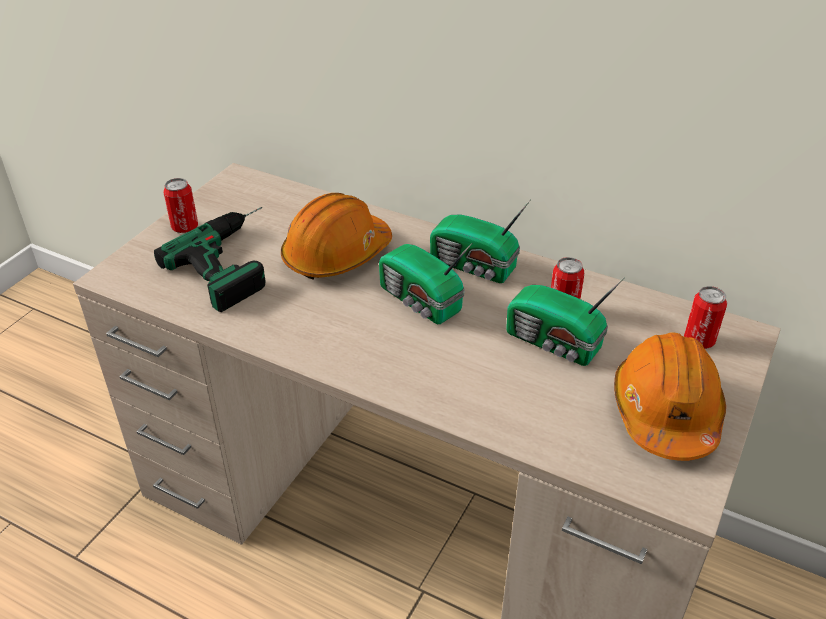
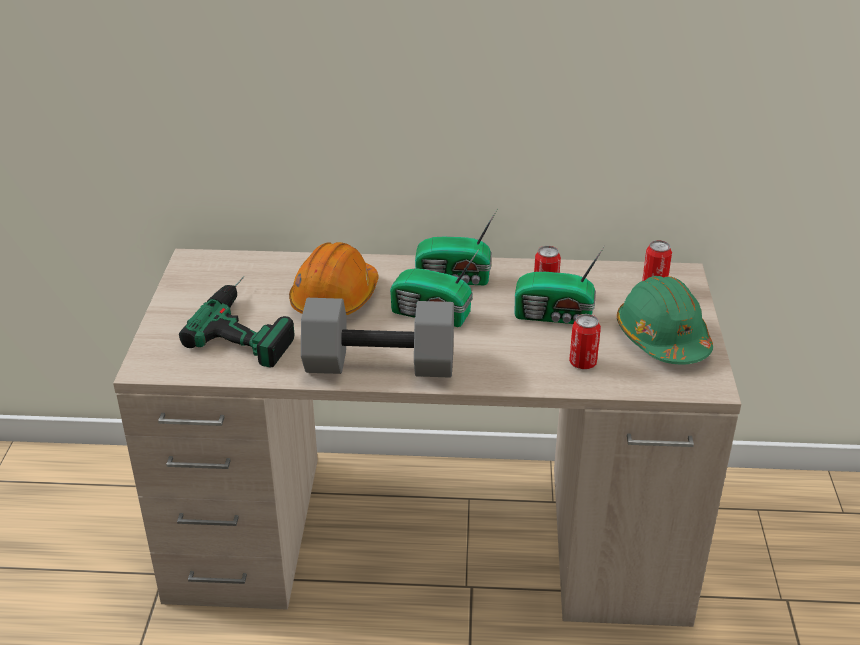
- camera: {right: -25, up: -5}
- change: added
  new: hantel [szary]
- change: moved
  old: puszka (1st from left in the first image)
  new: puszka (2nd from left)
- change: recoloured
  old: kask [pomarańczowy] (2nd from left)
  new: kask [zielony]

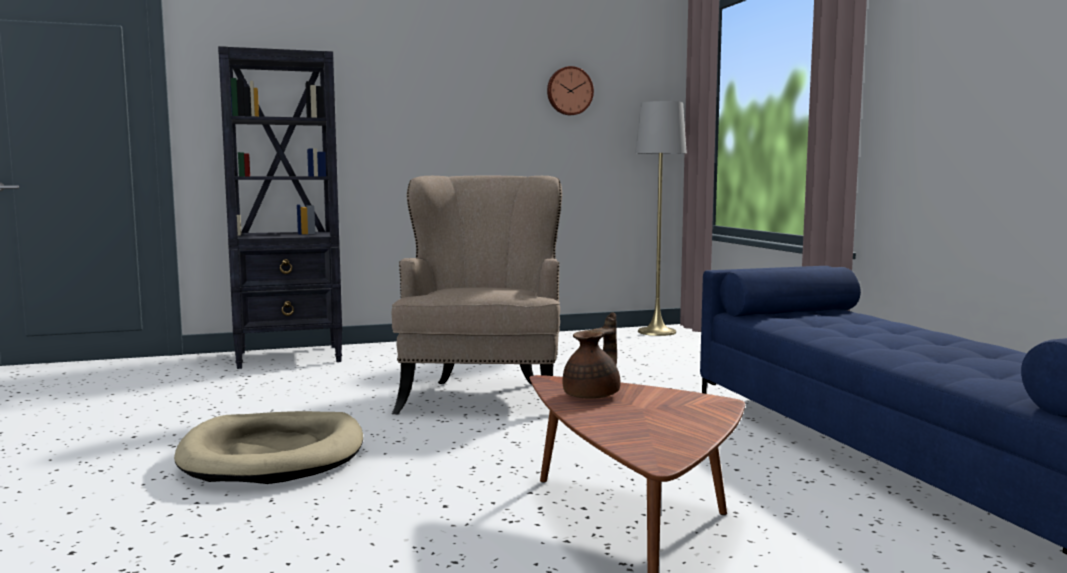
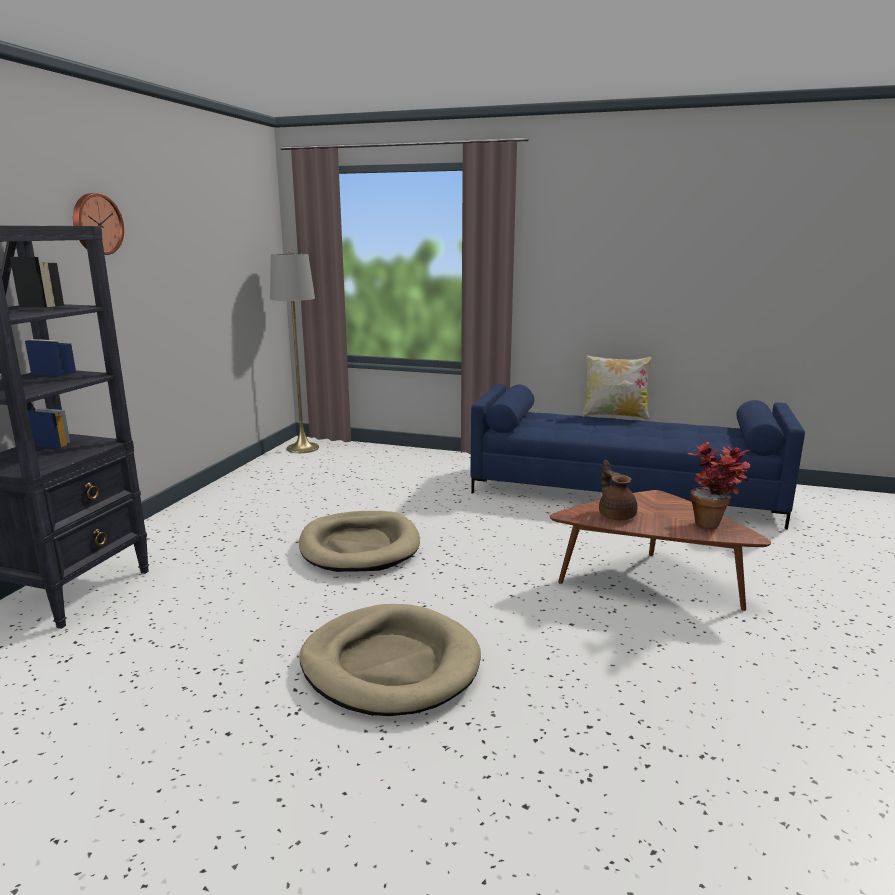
- camera: {right: -55, up: 10}
- change: added
  new: poduszka
- change: added
  new: roślina doniczkowa
- change: moved
  old: zegar ścienny
- change: replaced
  old: fotel [beżowy]
  new: legowisko [beżowy] (1st from left)

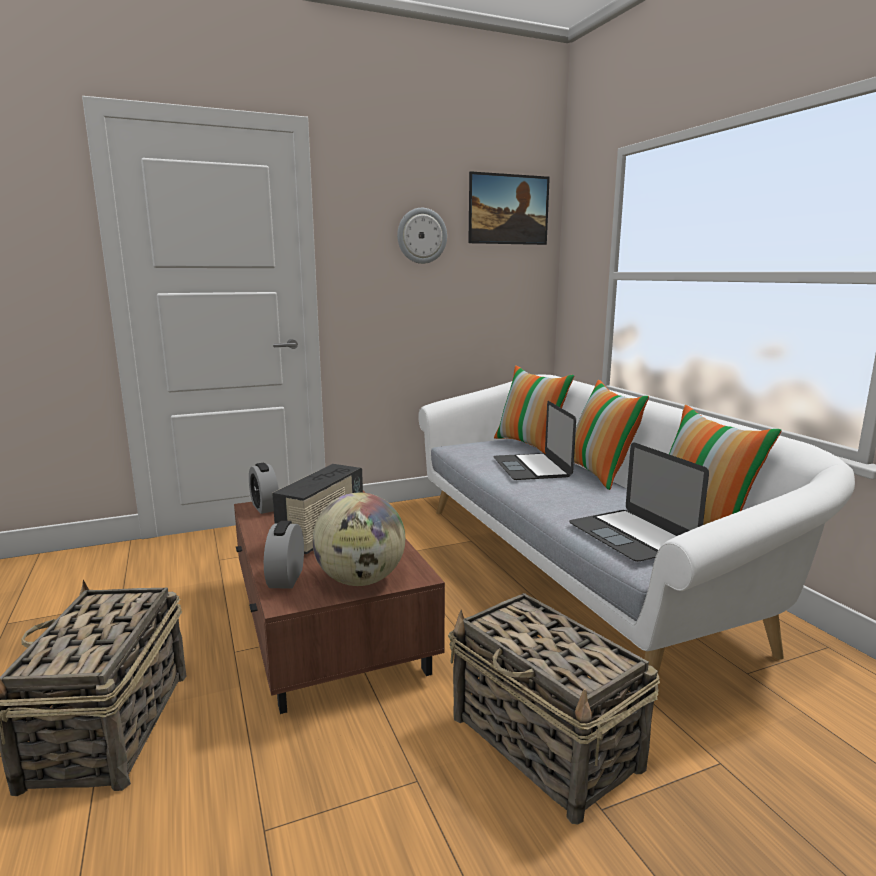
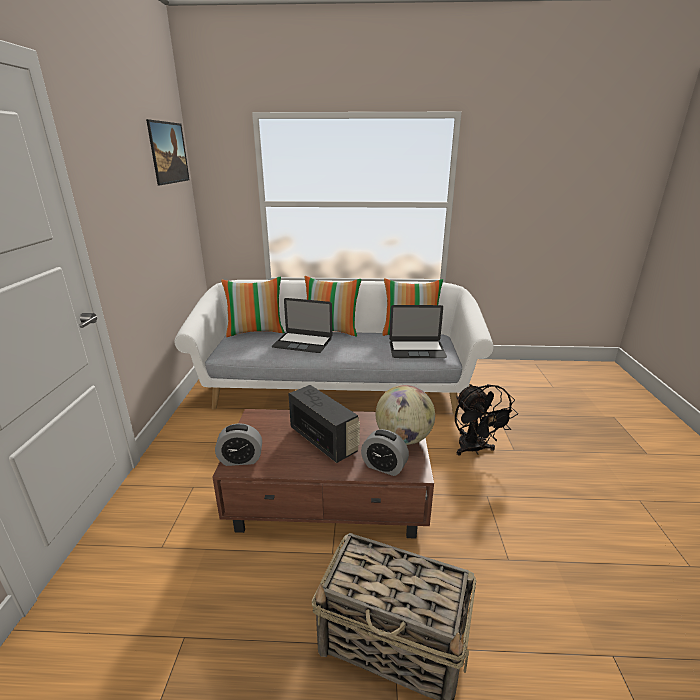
- camera: {right: -65, up: 10}
- change: removed
  old: zegar ścienny
- change: replaced
  old: koszyk (2nd from left)
  new: wentylator [czarny]

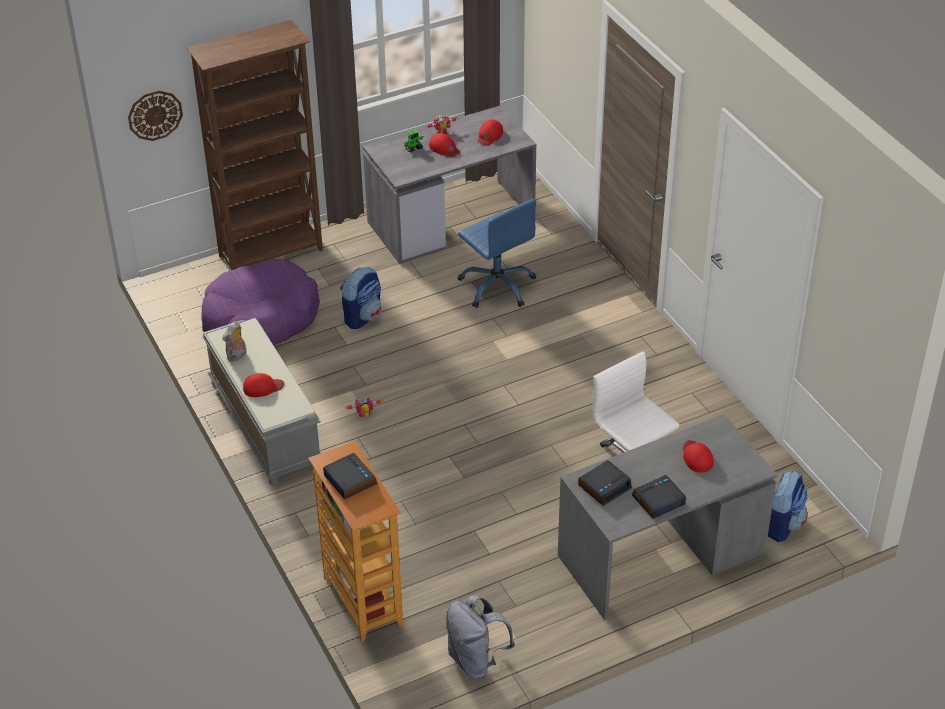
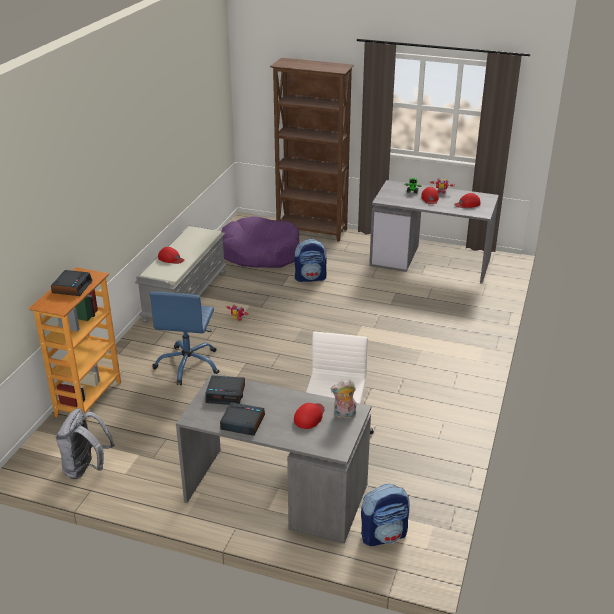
- camera: {right: 45, up: -10}
- change: removed
  old: zegar ścienny
- change: moved
  old: pluszak
- change: moved
  old: krzesło biurowe [niebieski]

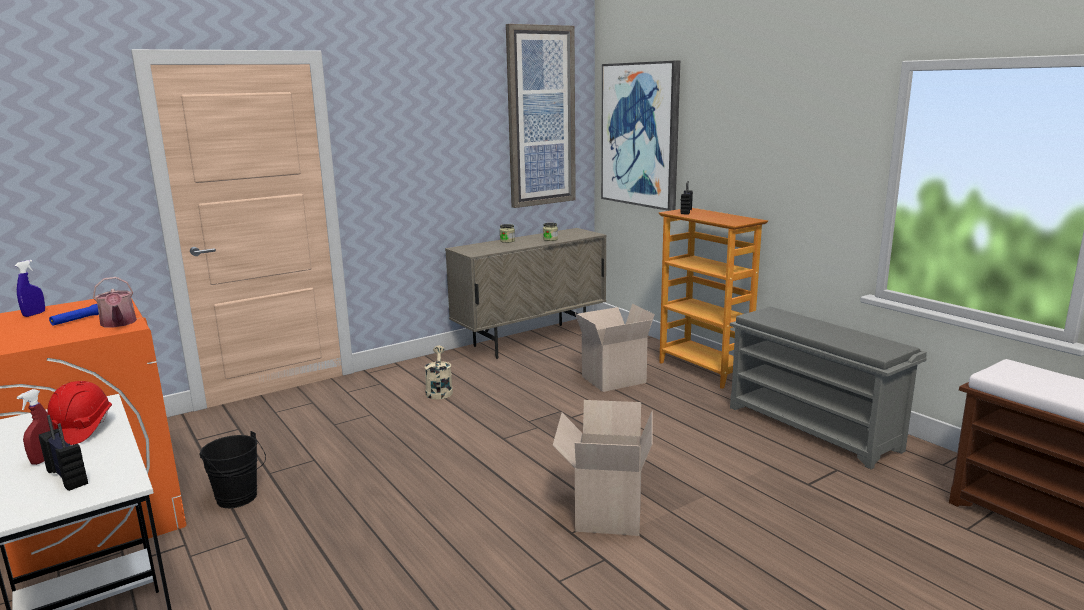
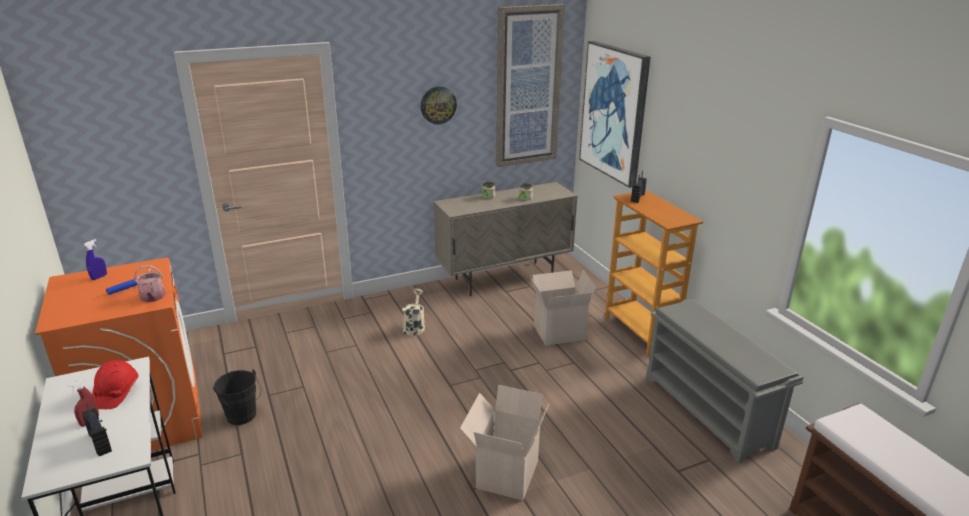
- camera: {right: 10, up: 10}
- change: added
  new: zegar ścienny

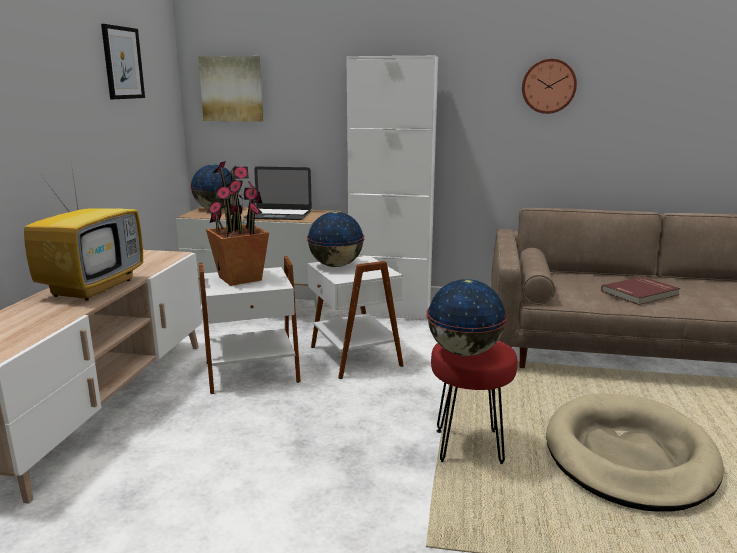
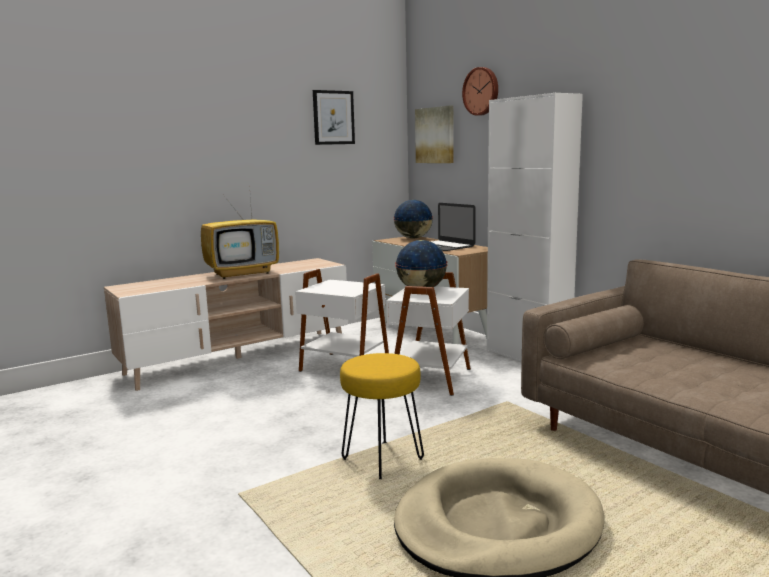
- camera: {right: 45, up: -5}
- change: removed
  old: roślina doniczkowa
- change: removed
  old: globus (3rd from left)
- change: removed
  old: książka [czerwony]
- change: moved
  old: zegar ścienny
- change: recoloured
  old: stołek [czerwony]
  new: stołek [żółty]

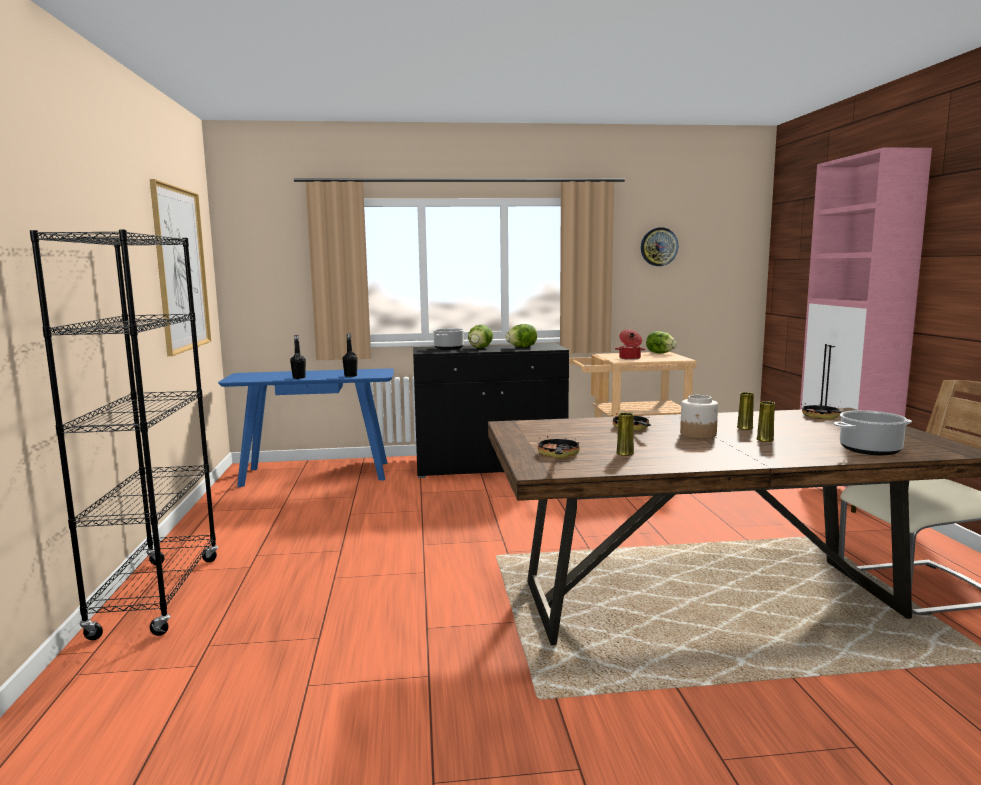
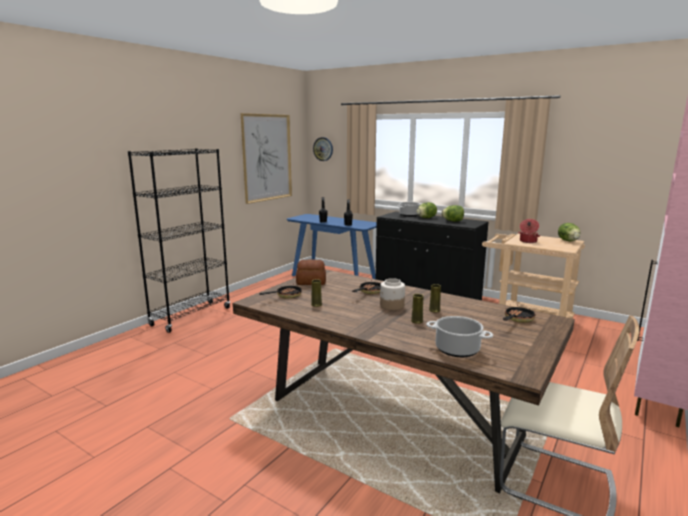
- camera: {right: 40, up: 5}
- change: added
  new: chleb
- change: moved
  old: zegar ścienny

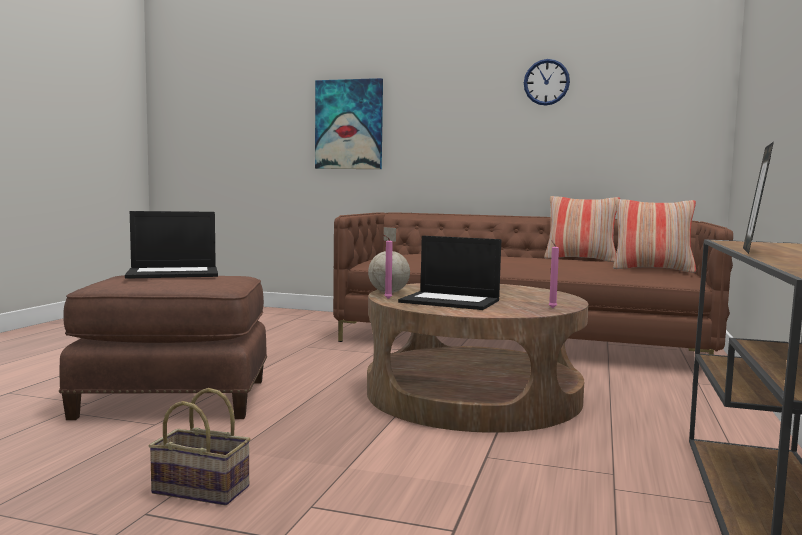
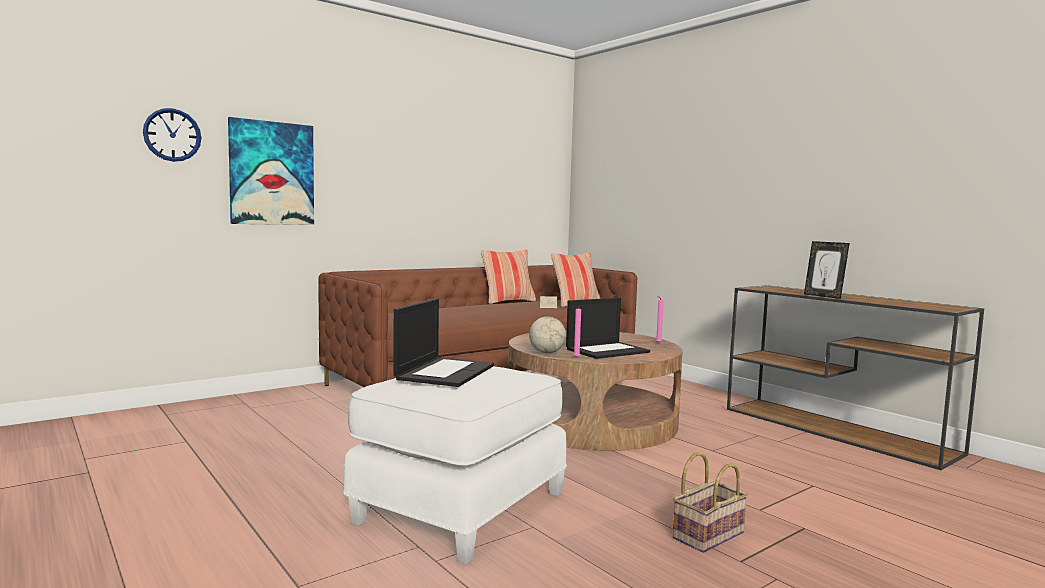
- camera: {right: -55, up: 0}
- change: moved
  old: zegar ścienny
- change: recoloured
  old: pufa [brązowy]
  new: pufa [biały]

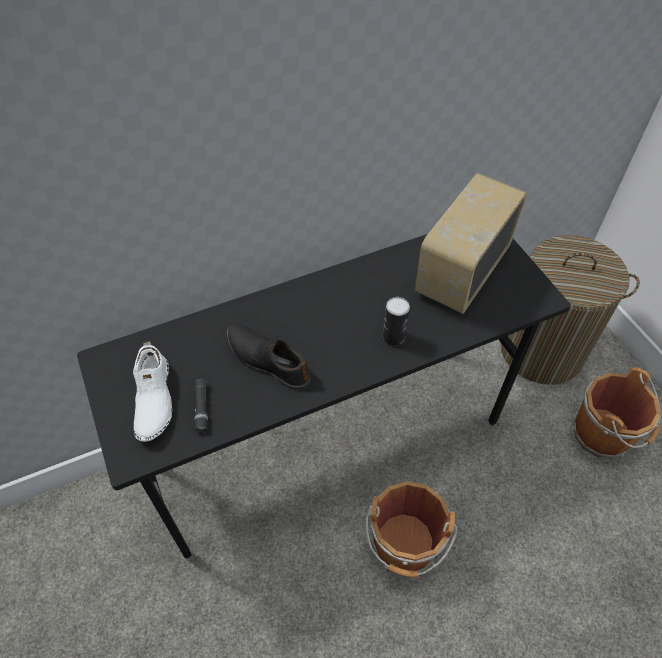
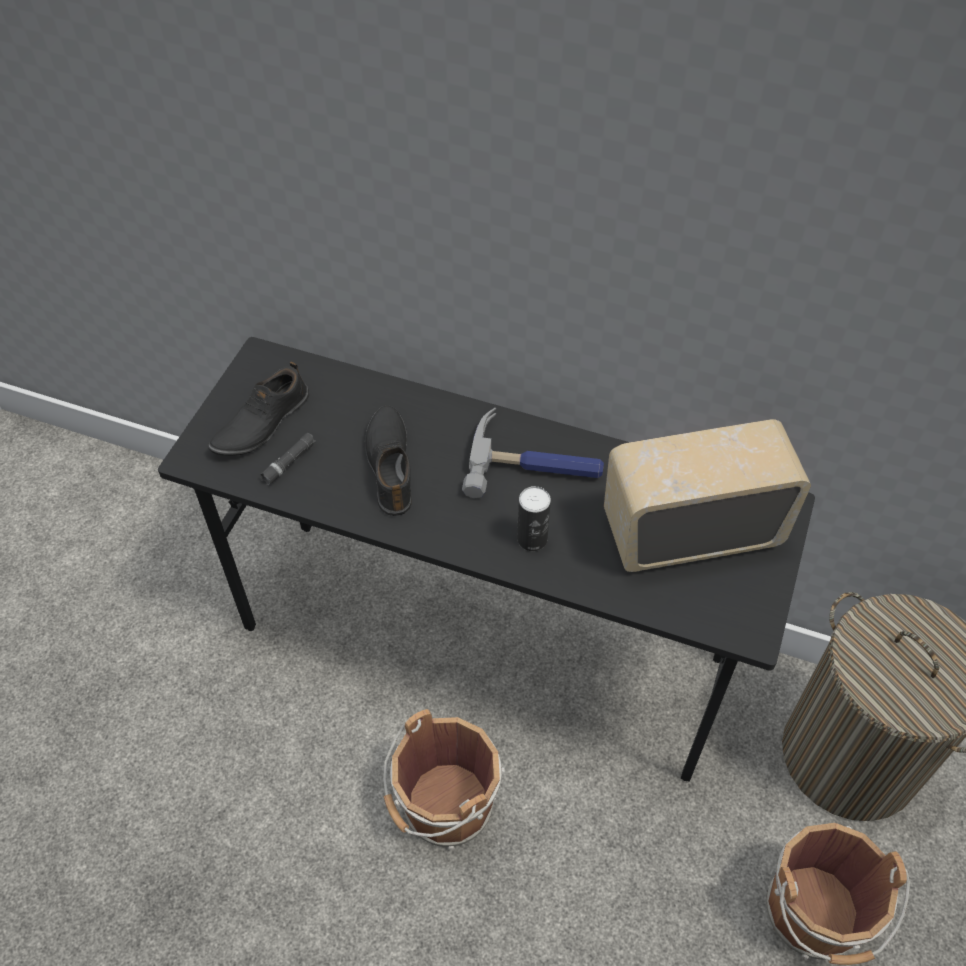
- camera: {right: 45, up: 0}
- change: added
  new: młotek
- change: recoloured
  old: but [biały]
  new: but [czarny] (1st from left)

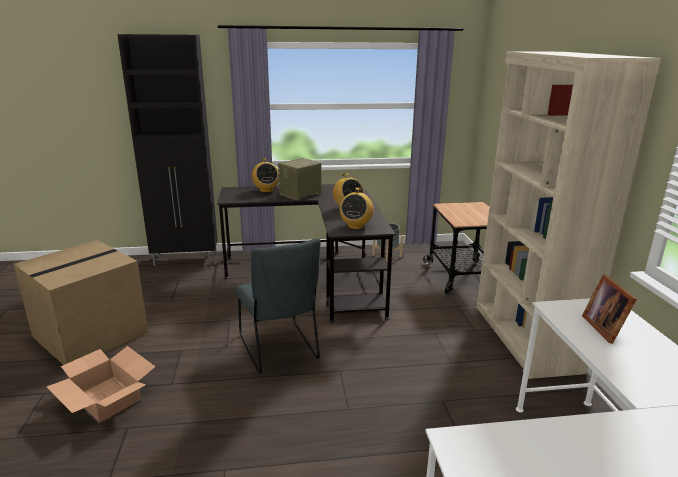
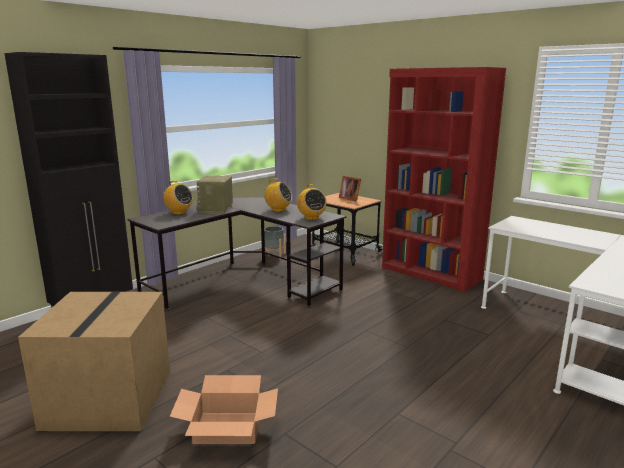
- camera: {right: -40, up: -5}
- change: removed
  old: krzesło [szary]
- change: moved
  old: ramka na zdjęcie
- change: recoloured
  old: regał [beżowy]
  new: regał [czerwony]

